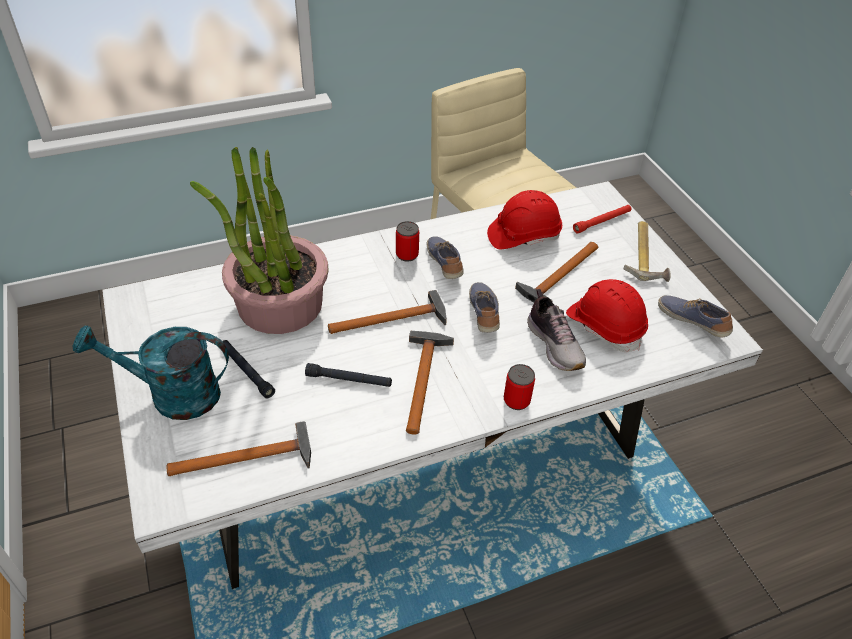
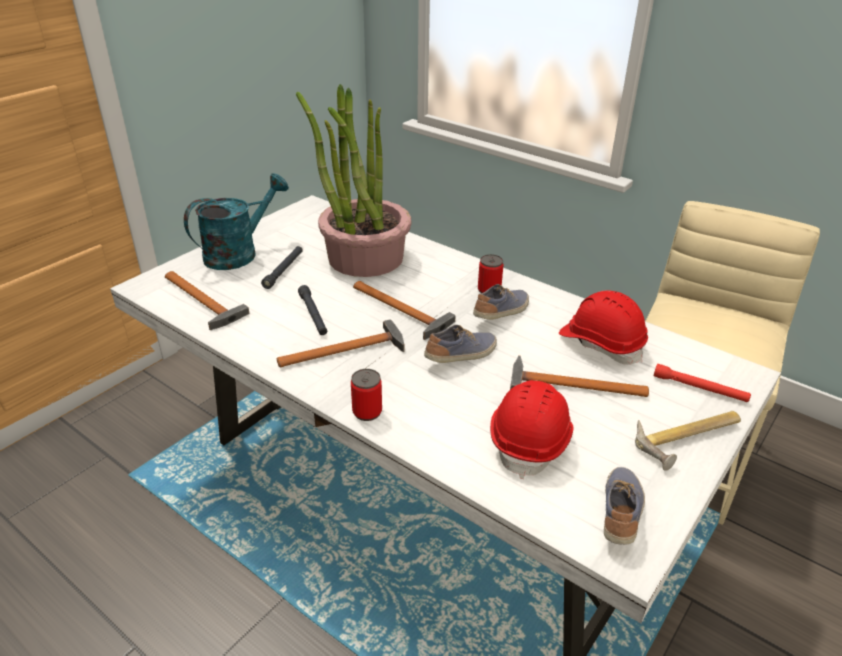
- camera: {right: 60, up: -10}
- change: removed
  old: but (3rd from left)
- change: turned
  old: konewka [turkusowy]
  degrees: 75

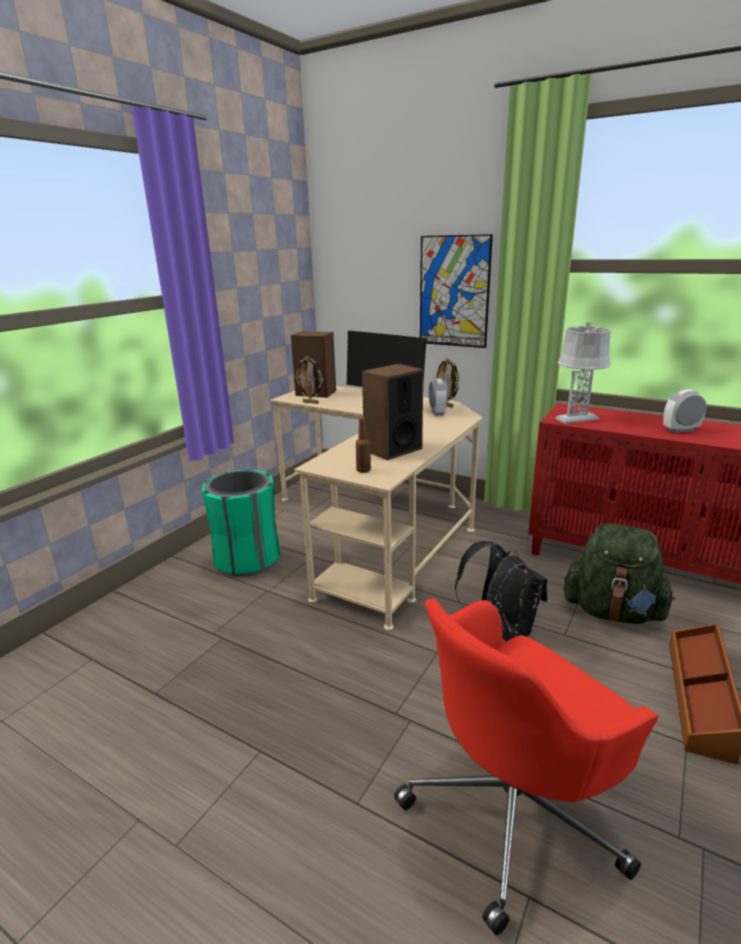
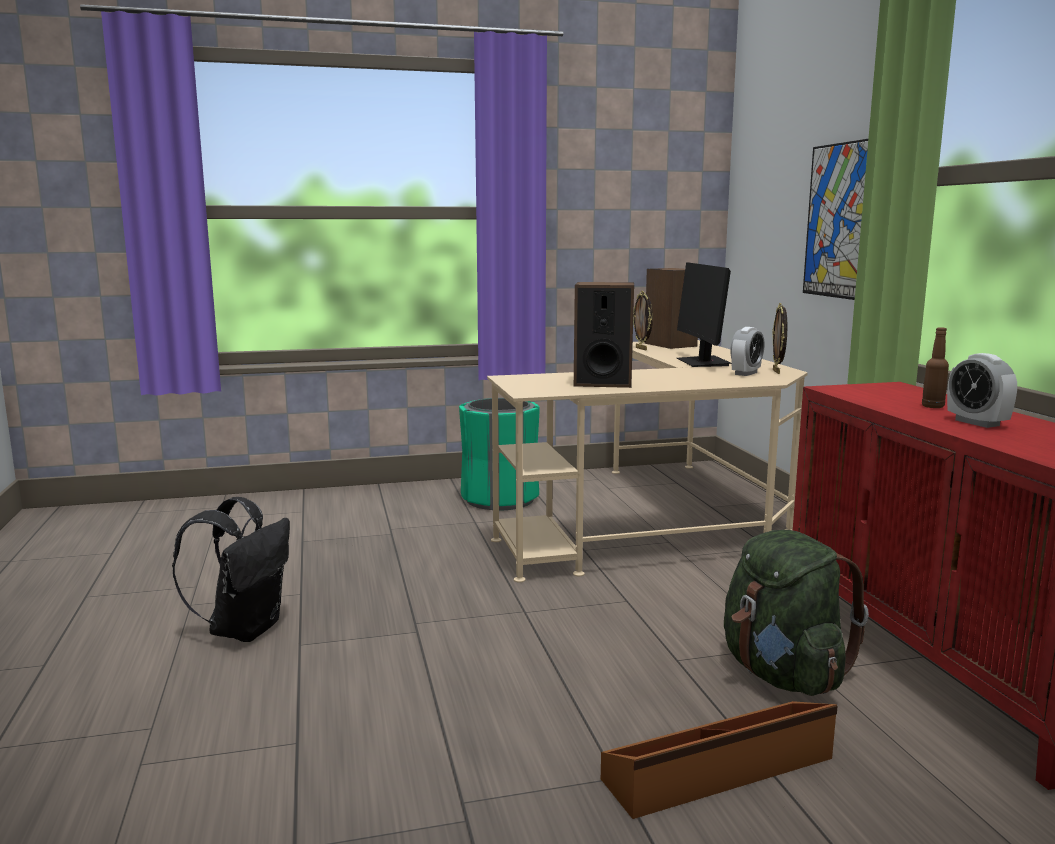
- camera: {right: 45, up: -10}
- change: removed
  old: krzesło biurowe [czerwony]
- change: removed
  old: lampa stołowa [szary]
- change: moved
  old: butelka [brązowy]
- change: moved
  old: plecak [czarny]
- change: turned
  old: budzik (2nd from left)
  degrees: -150

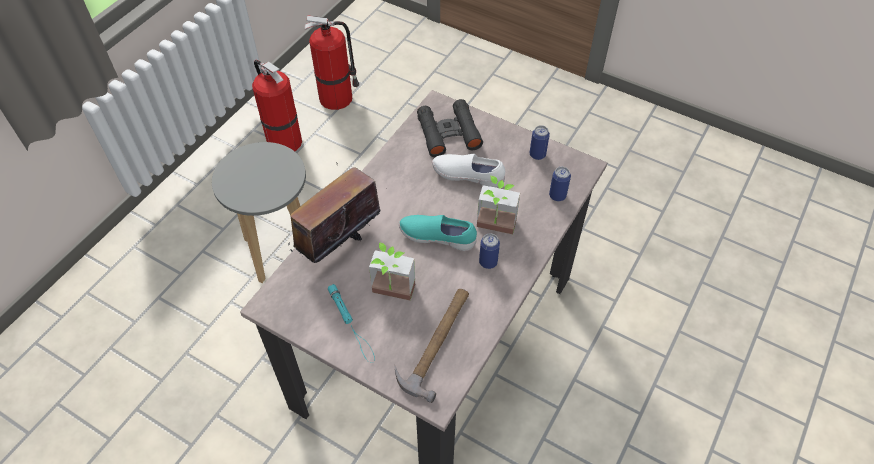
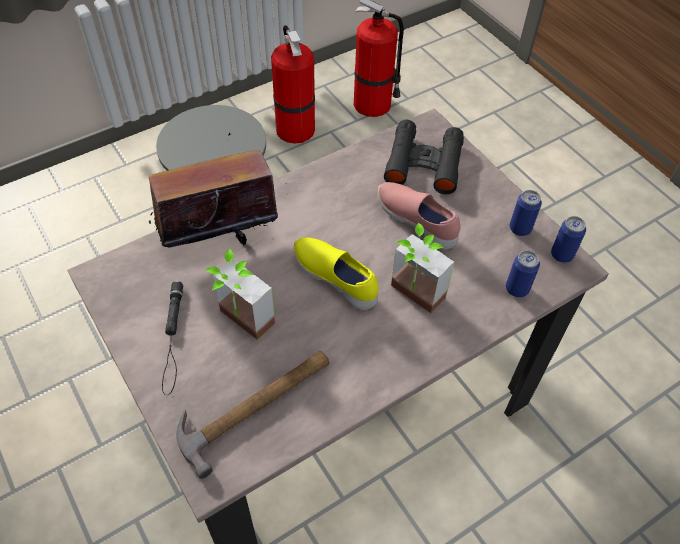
- camera: {right: 25, up: 0}
- change: moved
  old: puszka (1st from left in the first image)
  new: puszka (3rd from left)
- change: recoloured
  old: latarka [turkusowy]
  new: latarka [czarny]
- change: recoloured
  old: but [turkusowy]
  new: but [żółty]
- change: recoloured
  old: but [biały]
  new: but [różowy]

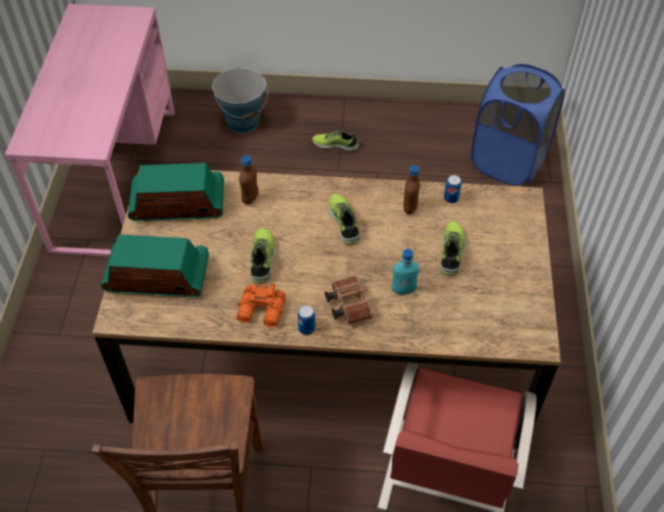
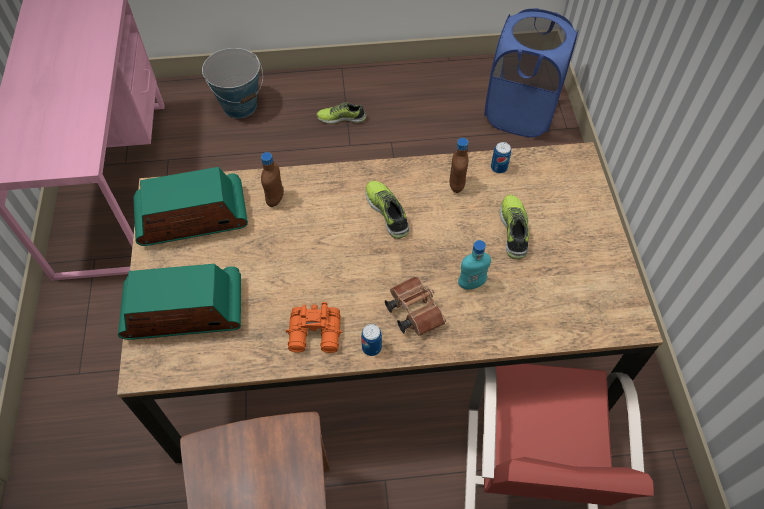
- camera: {right: -10, up: 5}
- change: removed
  old: but (1st from left)

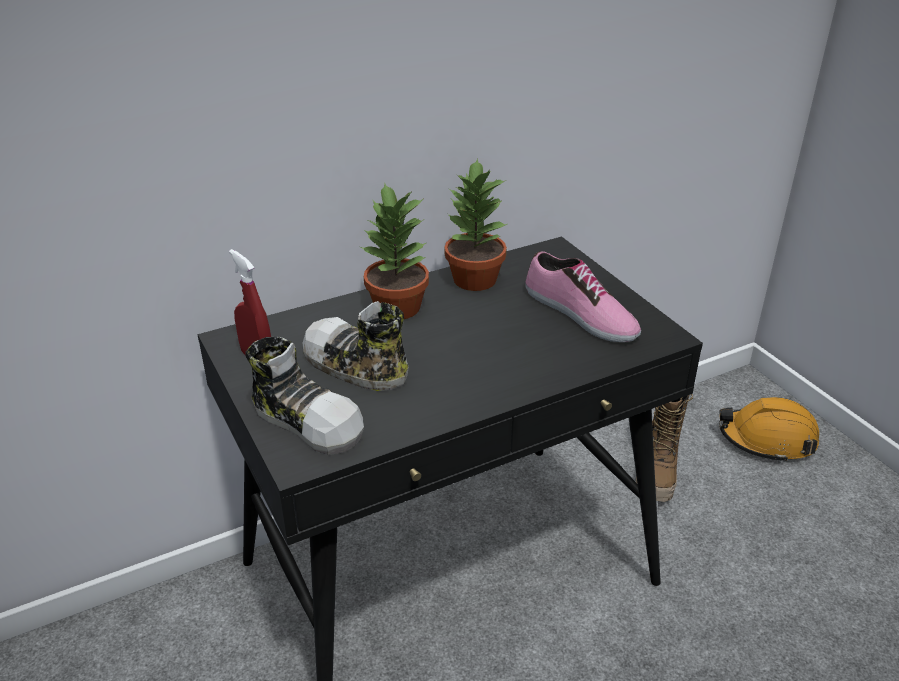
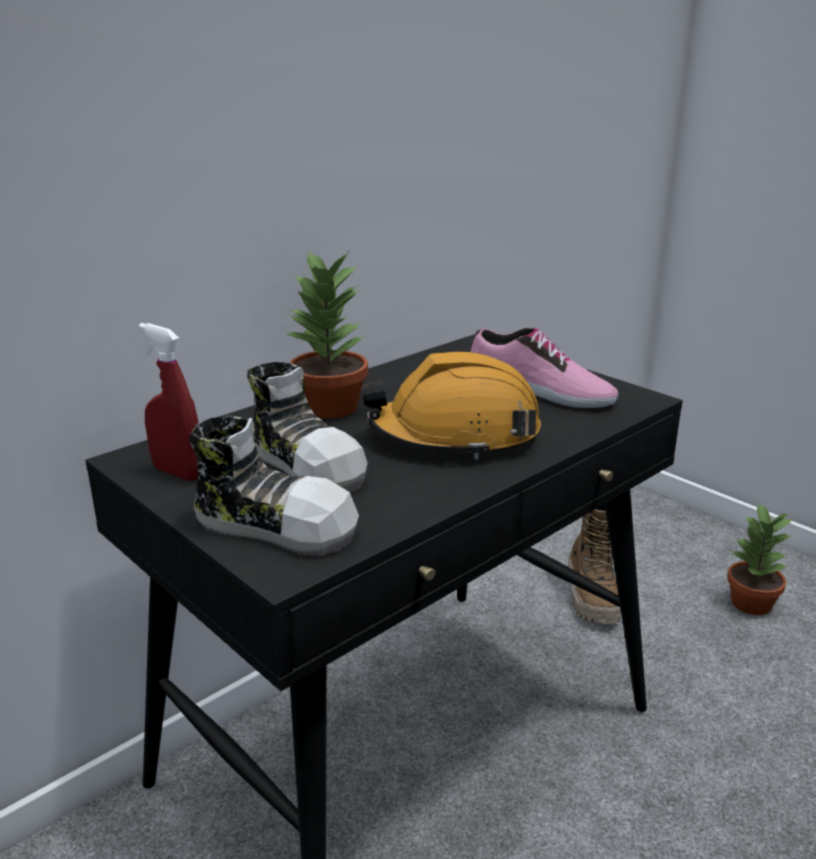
- camera: {right: -15, up: -10}
- change: moved
  old: roślina doniczkowa (2nd from left)
- change: moved
  old: kask [pomarańczowy]
- change: turned
  old: but (2nd from left)
  degrees: -150

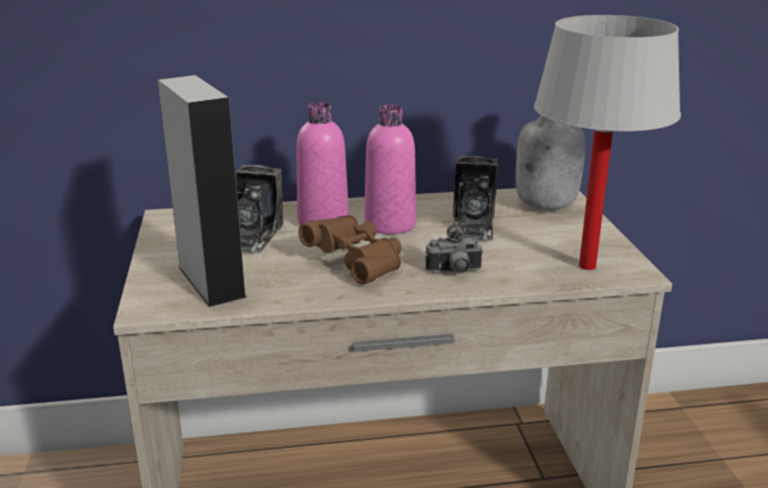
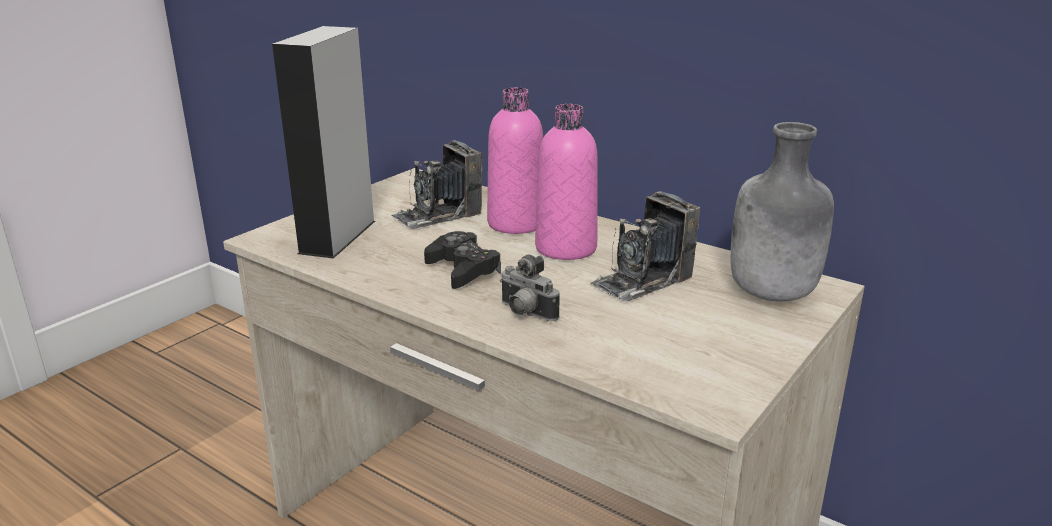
- camera: {right: 45, up: 0}
- change: removed
  old: lampa stołowa [biały]
- change: replaced
  old: lornetka [brązowy]
  new: pad do gier [czarny]

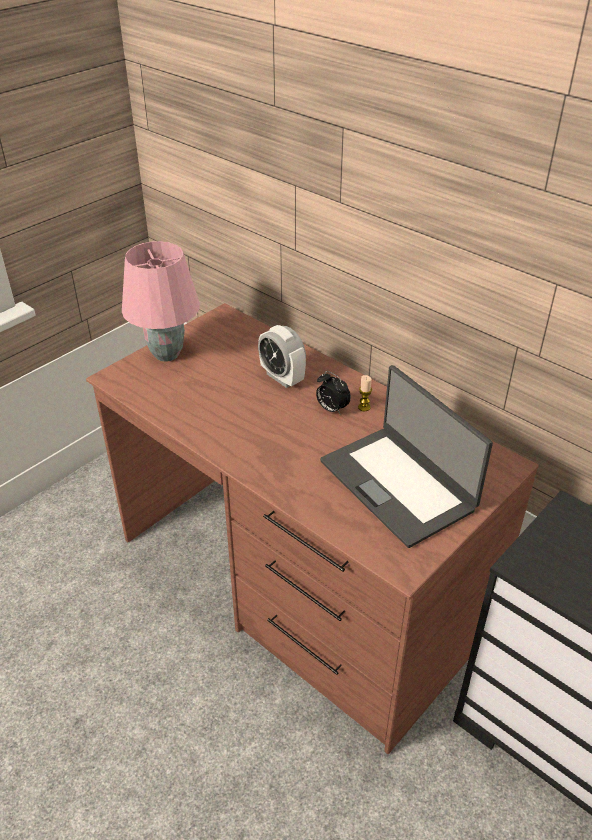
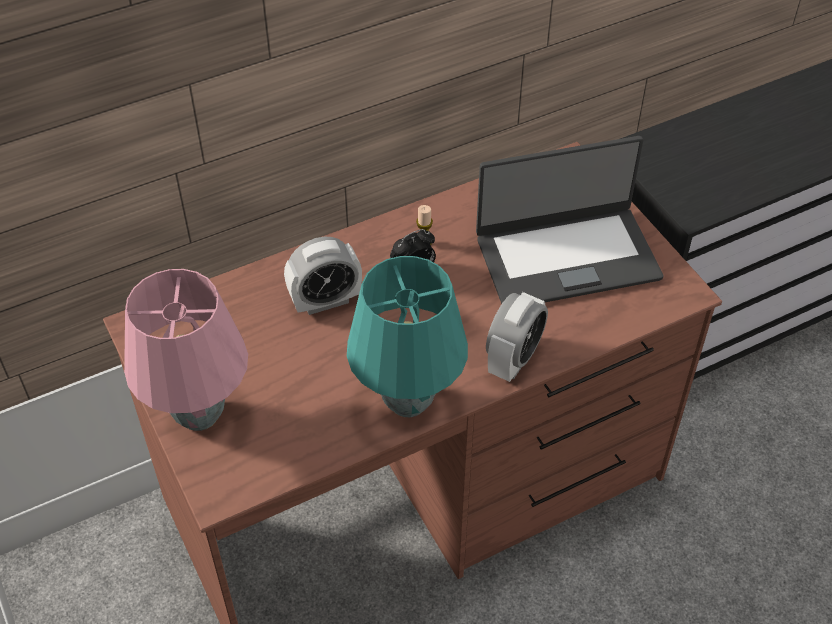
- camera: {right: -70, up: 10}
- change: added
  new: lampa stołowa [turkusowy]
- change: added
  new: budzik (3rd from left)

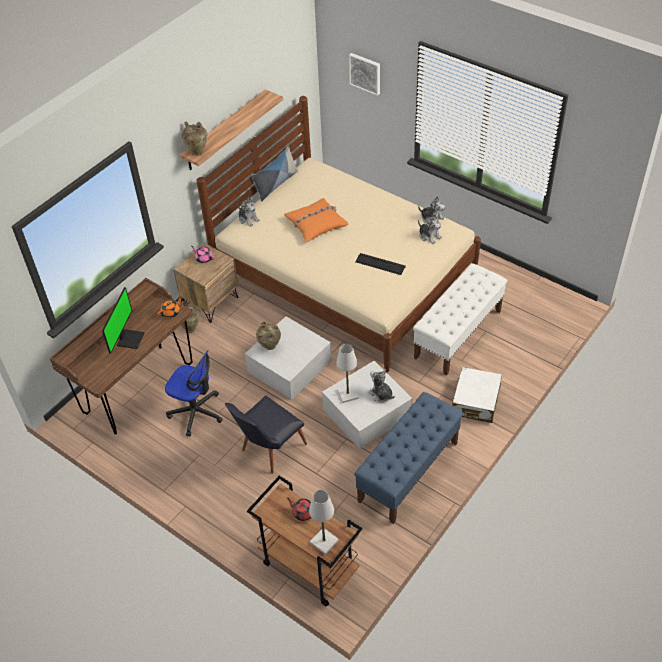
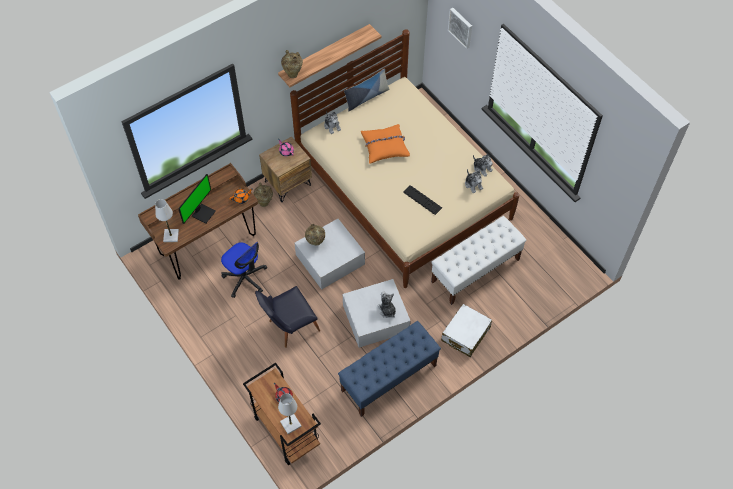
- camera: {right: 15, up: 10}
- change: moved
  old: lampa stołowa [biały] (2nd from left in the first image)
  new: lampa stołowa [biały] (1st from left)

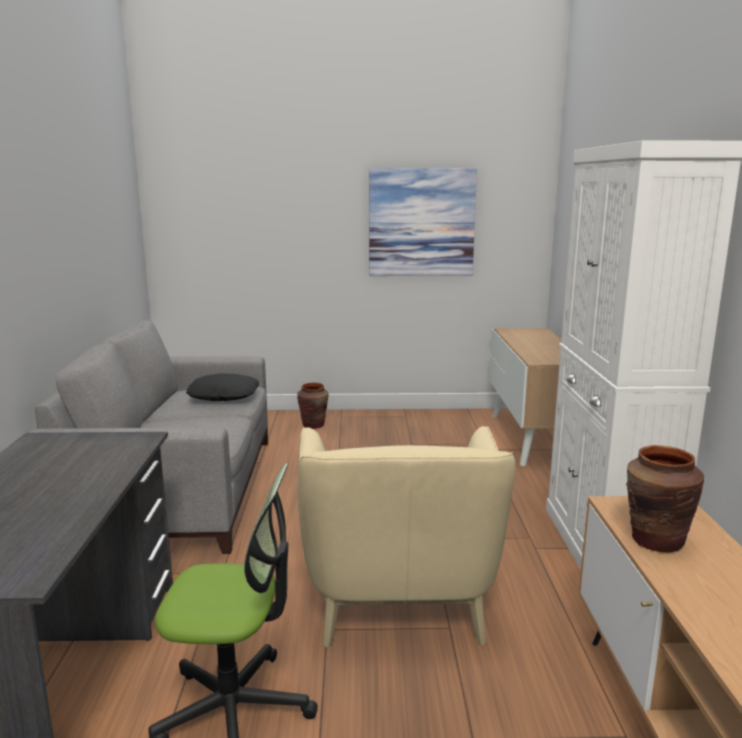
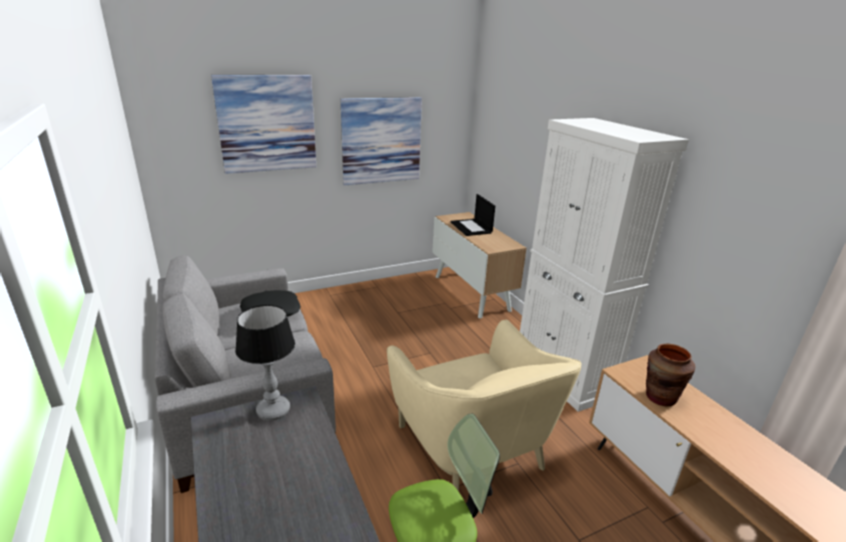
- camera: {right: -25, up: 10}
- change: removed
  old: wazon [brązowy] (1st from left)
- change: added
  new: obraz (1st from left)
- change: added
  new: lampa stołowa
- change: added
  new: laptop

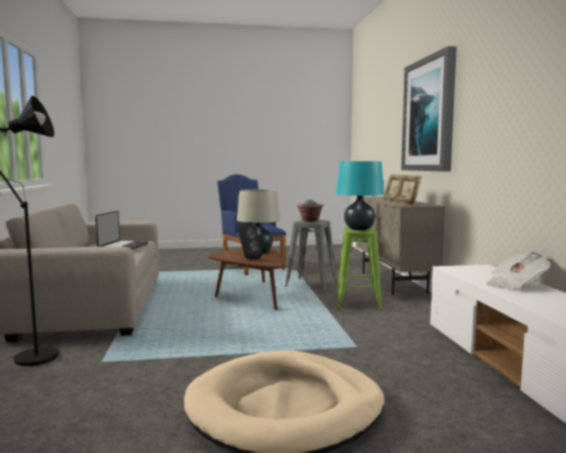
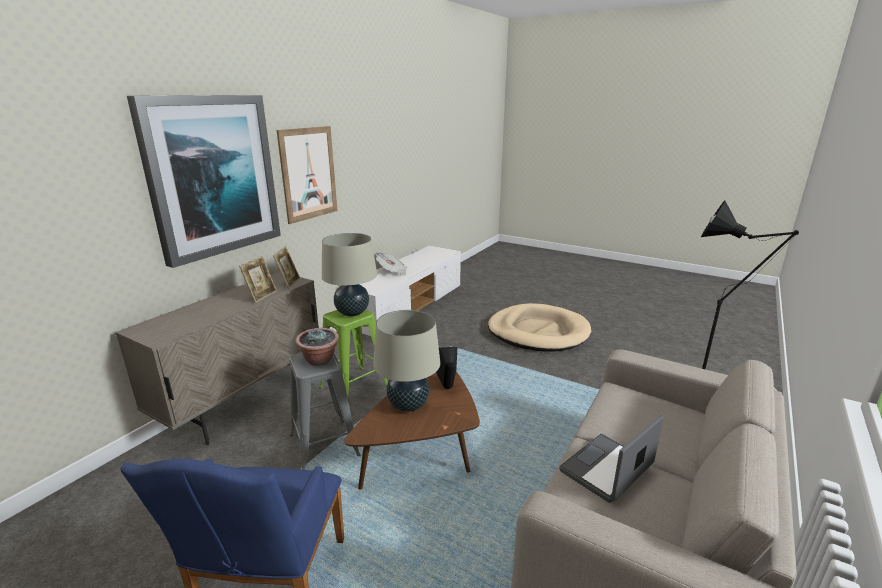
- camera: {right: -140, up: 15}
- change: added
  new: obraz (2nd from left)
- change: recoloured
  old: lampa stołowa [turkusowy]
  new: lampa stołowa [beżowy] (1st from left)

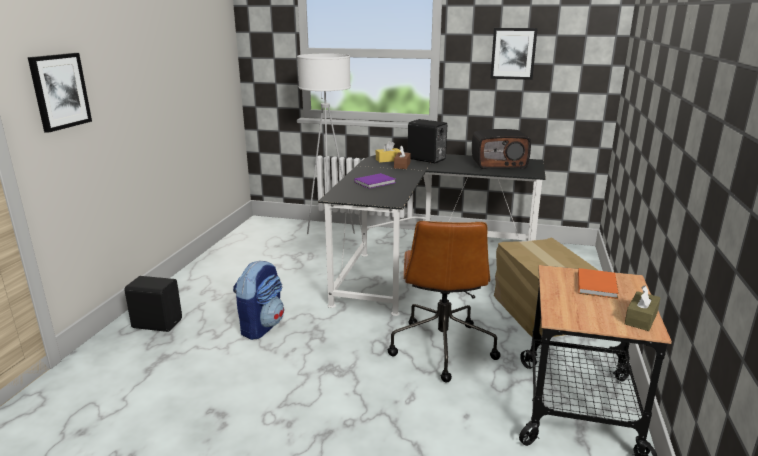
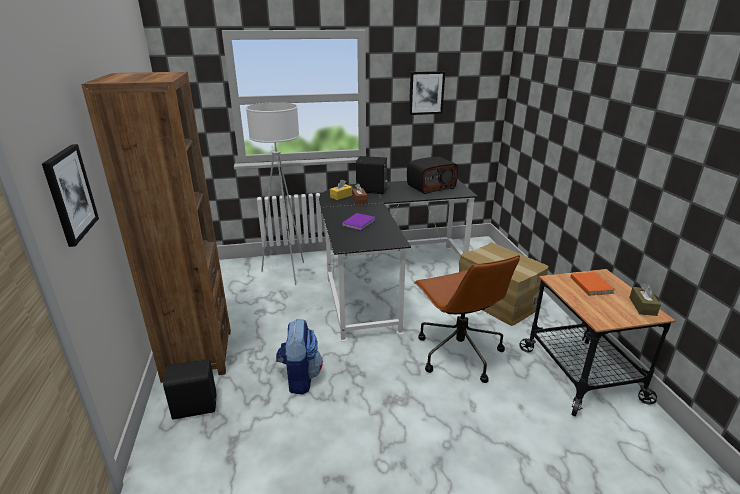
- camera: {right: -25, up: 5}
- change: added
  new: regał [brązowy]

